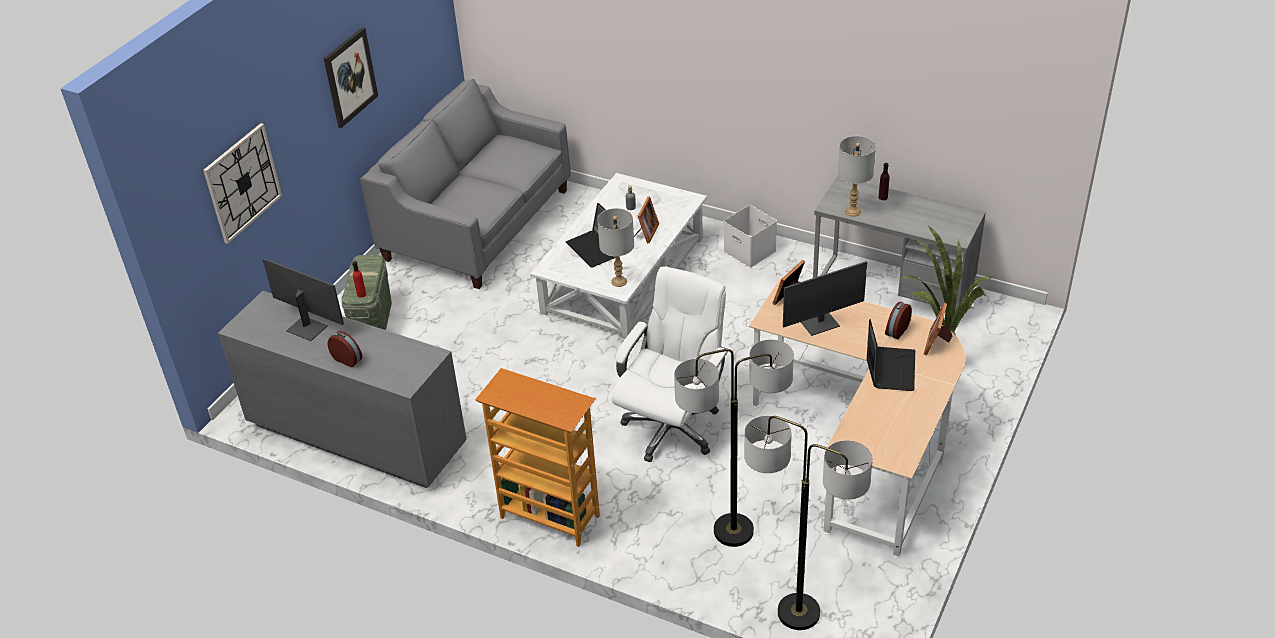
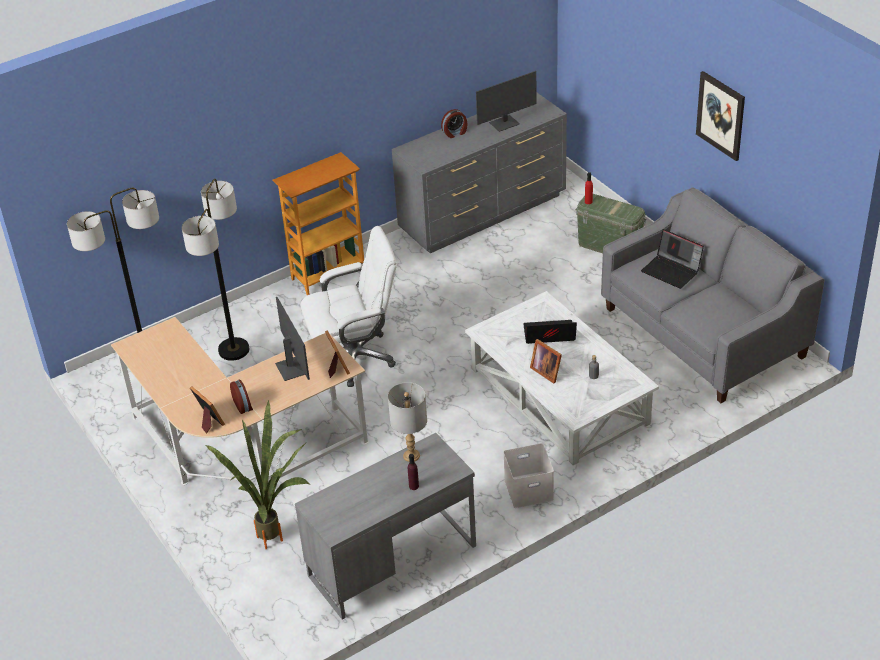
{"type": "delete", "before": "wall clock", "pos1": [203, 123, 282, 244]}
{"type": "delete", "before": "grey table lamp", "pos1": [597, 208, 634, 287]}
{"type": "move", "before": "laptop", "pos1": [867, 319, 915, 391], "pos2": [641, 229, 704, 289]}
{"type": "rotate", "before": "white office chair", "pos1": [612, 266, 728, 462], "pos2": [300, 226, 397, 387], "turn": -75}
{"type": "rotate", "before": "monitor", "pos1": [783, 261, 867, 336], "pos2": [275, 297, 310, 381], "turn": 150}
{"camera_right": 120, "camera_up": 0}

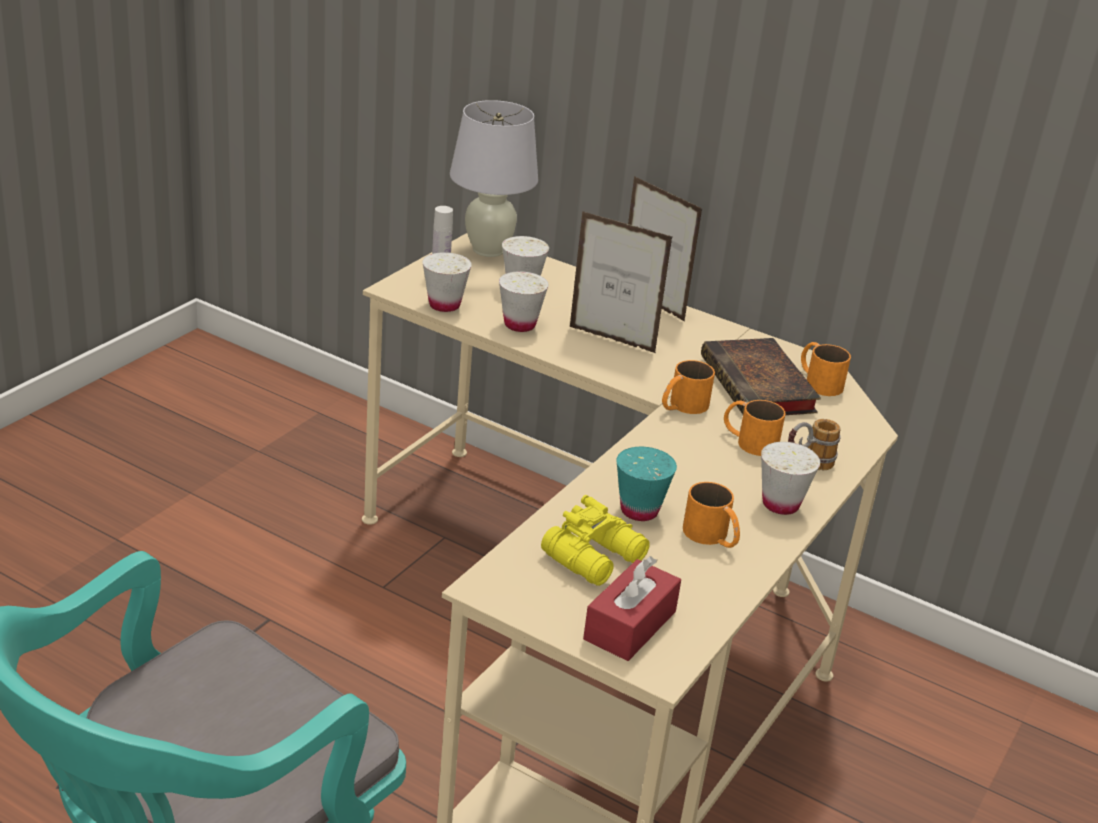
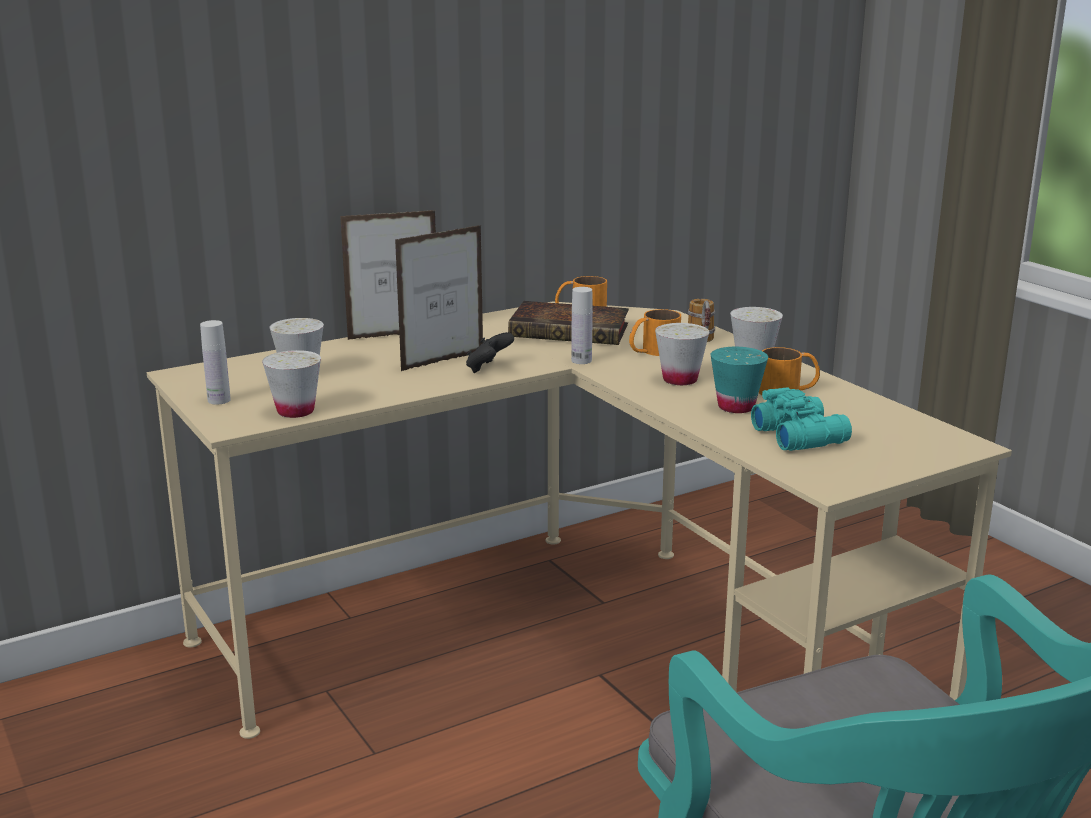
{"type": "delete", "before": "white table lamp", "pos1": [450, 100, 538, 257]}
{"type": "delete", "before": "red tissue box", "pos1": [583, 556, 681, 661]}
{"type": "insert", "after": "black game controller", "pos2": [466, 332, 514, 373]}
{"type": "move", "before": "white cup", "pos1": [499, 271, 549, 332], "pos2": [655, 323, 709, 385]}
{"type": "replace", "before": "orange mug", "after": "white bottle", "pos1": [662, 360, 715, 414], "pos2": [571, 287, 593, 364]}
{"type": "recolor", "before": "yellow binoculars", "after": "turquoise binoculars", "pos1": [541, 495, 650, 586], "pos2": [751, 387, 852, 451]}
{"camera_right": -60, "camera_up": -10}

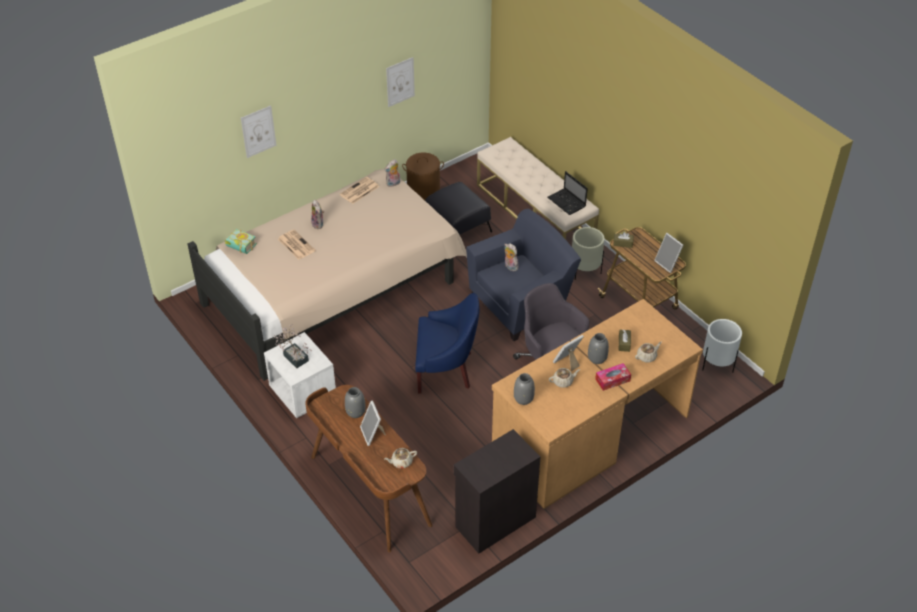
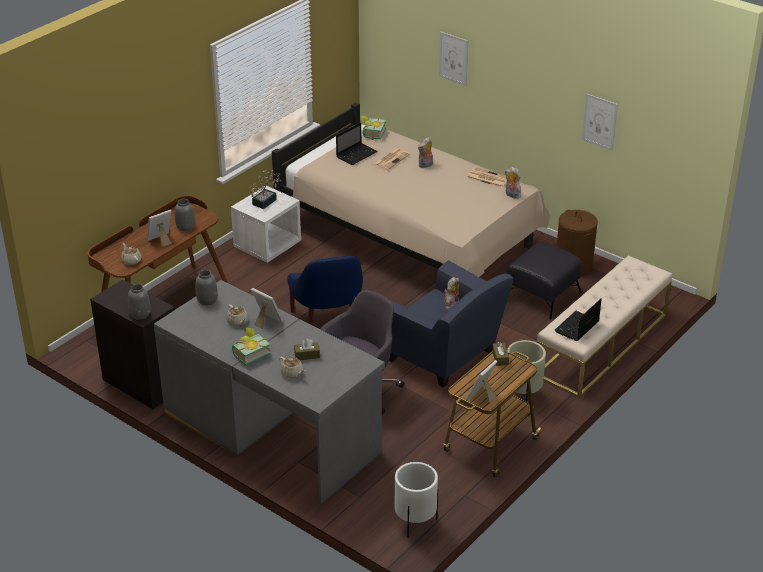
{"type": "insert", "after": "laptop", "pos2": [336, 122, 378, 165]}
{"type": "move", "before": "grey vase", "pos1": [588, 333, 609, 364], "pos2": [128, 284, 151, 320]}
{"type": "replace", "before": "tissue box", "after": "book", "pos1": [595, 363, 631, 391], "pos2": [232, 328, 271, 365]}
{"type": "recolor", "before": "brown desk", "after": "grey desk", "pos1": [492, 299, 703, 509], "pos2": [154, 280, 385, 505]}
{"camera_right": 75, "camera_up": -10}

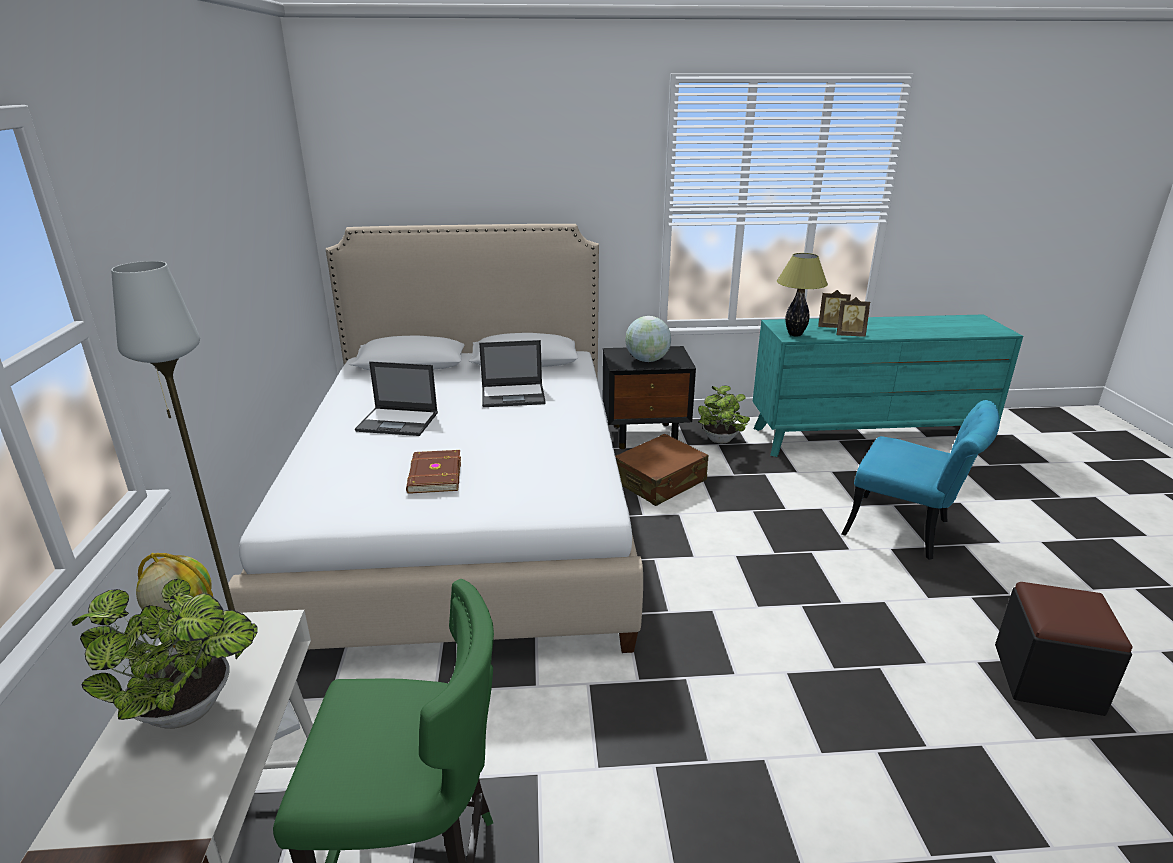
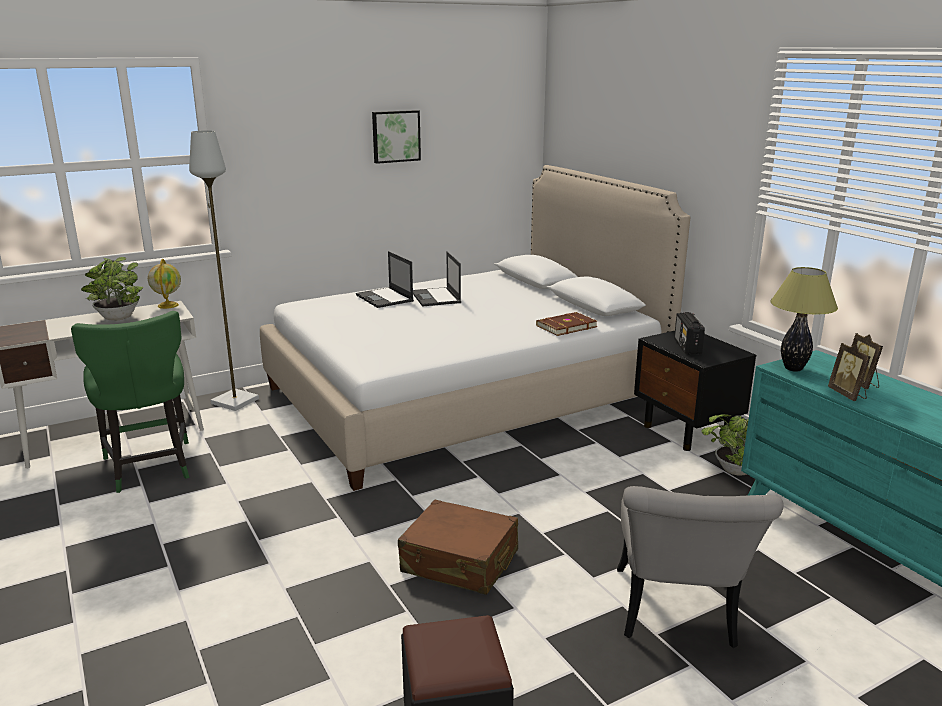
{"type": "insert", "after": "picture", "pos2": [372, 110, 421, 164]}
{"type": "move", "before": "brown book", "pos1": [406, 450, 461, 494], "pos2": [536, 312, 597, 336]}
{"type": "move", "before": "laptop", "pos1": [479, 340, 546, 407], "pos2": [356, 251, 414, 308]}
{"type": "move", "before": "brown suitcase", "pos1": [615, 434, 708, 506], "pos2": [398, 500, 518, 595]}
{"type": "replace", "before": "globe", "after": "radio", "pos1": [625, 316, 671, 362], "pos2": [674, 312, 705, 354]}
{"type": "recolor", "before": "turquoise chair", "after": "grey chair", "pos1": [841, 400, 1000, 560], "pos2": [617, 486, 784, 648]}
{"camera_right": 65, "camera_up": -5}

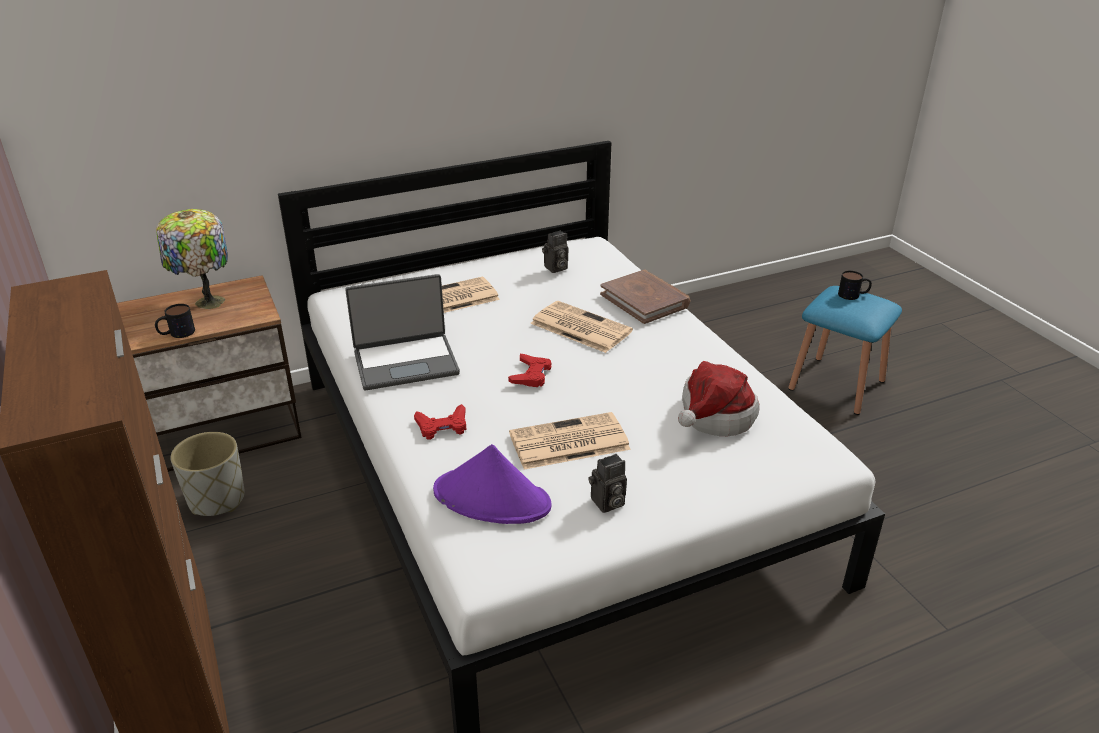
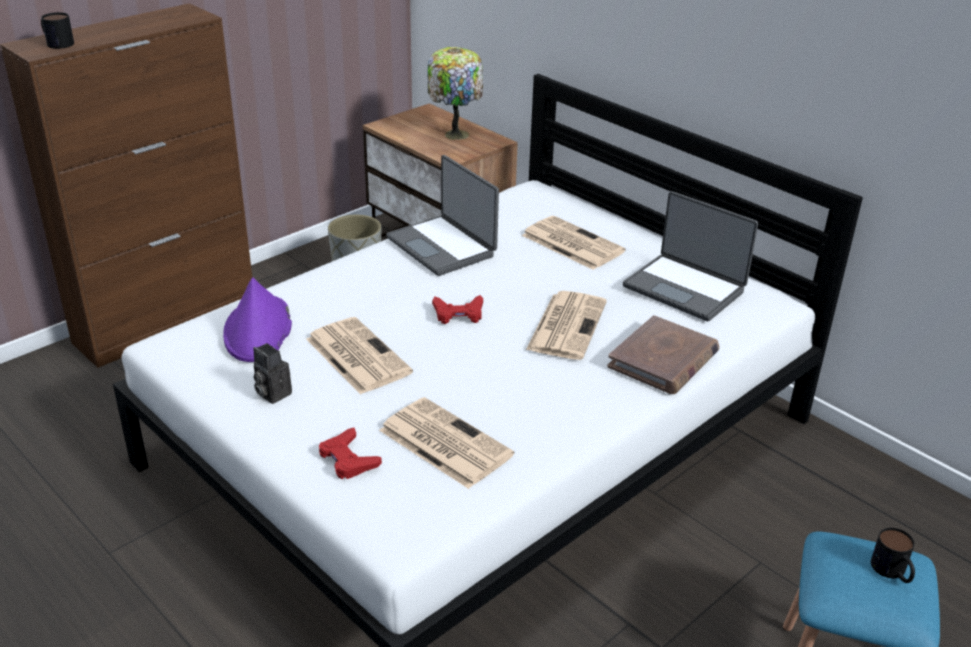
{"type": "move", "before": "mug", "pos1": [155, 304, 195, 338], "pos2": [41, 12, 74, 49]}
{"type": "move", "before": "red game controller", "pos1": [414, 404, 466, 440], "pos2": [319, 428, 382, 479]}
{"type": "replace", "before": "photo camera", "after": "laptop", "pos1": [542, 231, 568, 273], "pos2": [623, 191, 758, 321]}
{"type": "replace", "before": "hat", "after": "newspaper", "pos1": [678, 361, 760, 436], "pos2": [379, 397, 514, 489]}
{"camera_right": 70, "camera_up": 0}

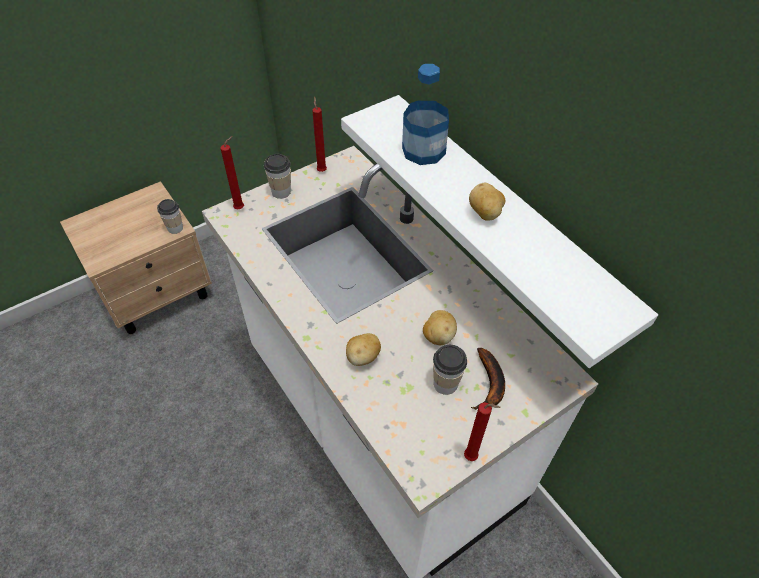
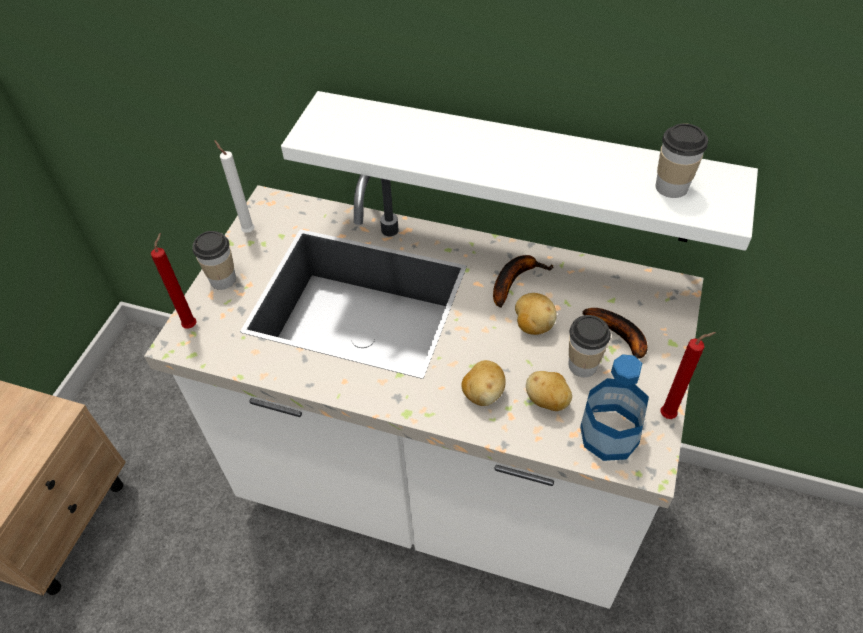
{"type": "insert", "after": "banana", "pos2": [493, 255, 554, 308]}
{"type": "move", "before": "cup", "pos1": [157, 199, 183, 234], "pos2": [655, 123, 708, 198]}
{"type": "move", "before": "bottle", "pos1": [402, 64, 449, 165], "pos2": [580, 354, 649, 461]}
{"type": "move", "before": "potato", "pos1": [469, 183, 505, 221], "pos2": [526, 371, 572, 411]}
{"type": "recolor", "before": "red candle", "after": "white candle", "pos1": [312, 97, 327, 172], "pos2": [214, 140, 255, 233]}
{"camera_right": -35, "camera_up": 0}

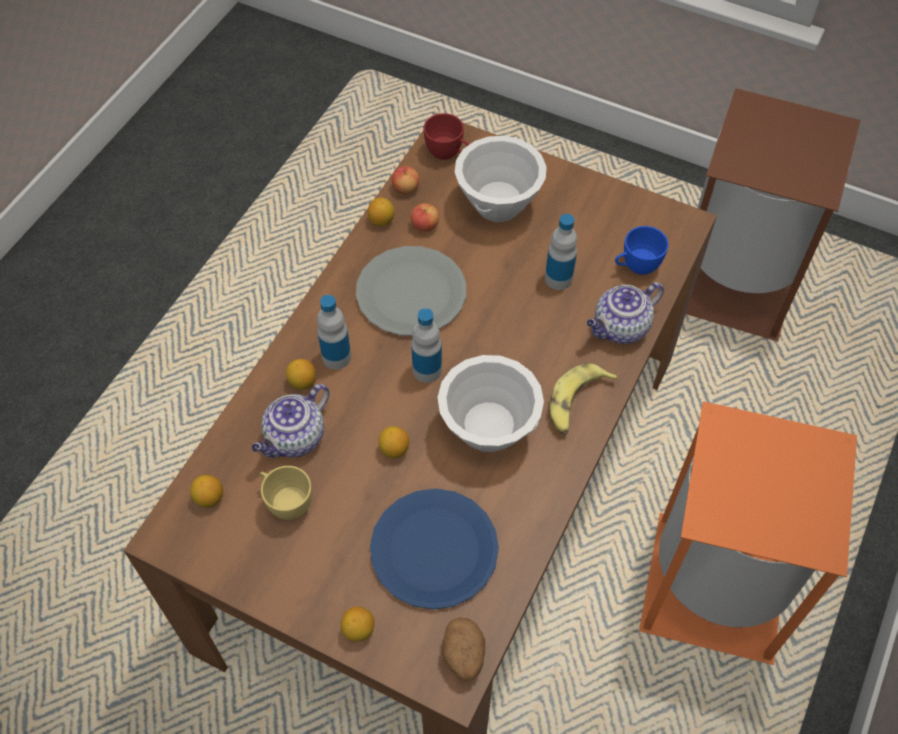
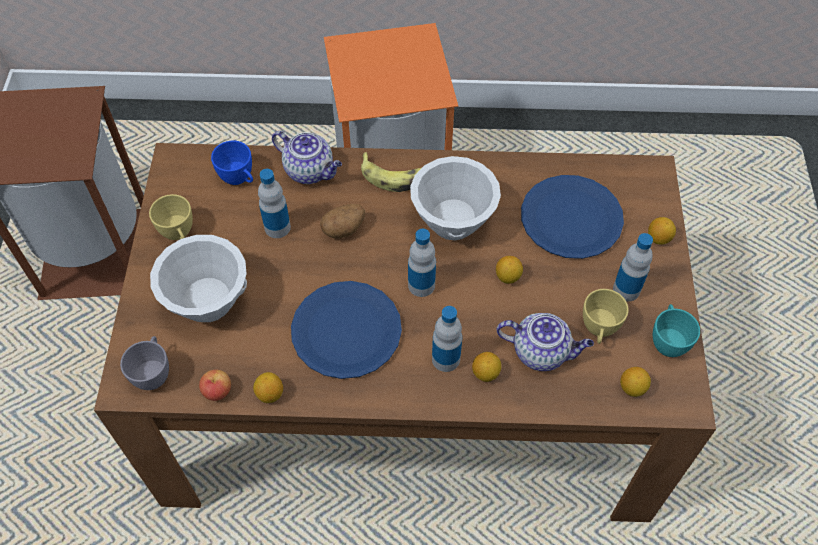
{"type": "delete", "before": "apple", "pos1": [410, 203, 439, 232]}
{"type": "insert", "after": "yellow cup", "pos2": [149, 194, 193, 240]}
{"type": "insert", "after": "bottle", "pos2": [613, 233, 653, 301]}
{"type": "insert", "after": "turquoise cup", "pos2": [653, 304, 700, 357]}
{"type": "move", "before": "potato", "pos1": [442, 617, 485, 681], "pos2": [320, 204, 365, 239]}
{"type": "recolor", "before": "grey plate", "after": "blue plate", "pos1": [356, 246, 466, 336], "pos2": [291, 281, 402, 379]}
{"type": "recolor", "before": "red cup", "after": "grey cup", "pos1": [423, 113, 469, 160], "pos2": [120, 336, 169, 390]}
{"camera_right": -115, "camera_up": 0}

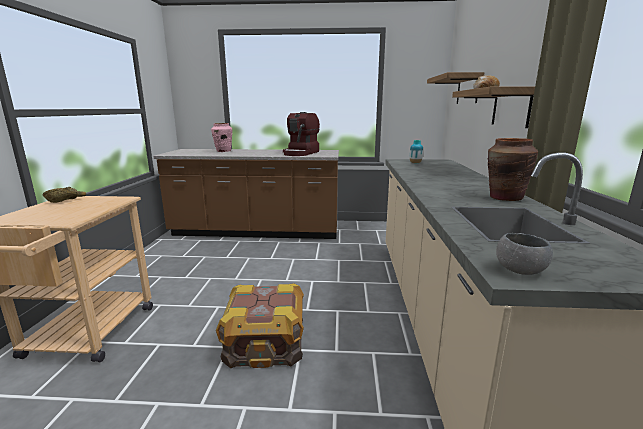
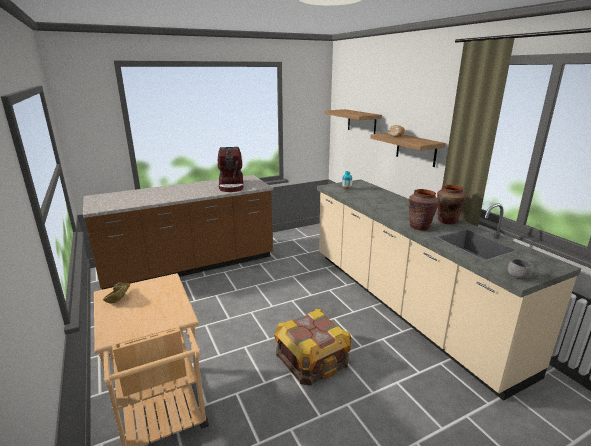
{"type": "delete", "before": "pink vase", "pos1": [211, 123, 233, 152]}
{"type": "insert", "after": "brown vase", "pos2": [409, 189, 439, 231]}
{"camera_right": -30, "camera_up": 5}

